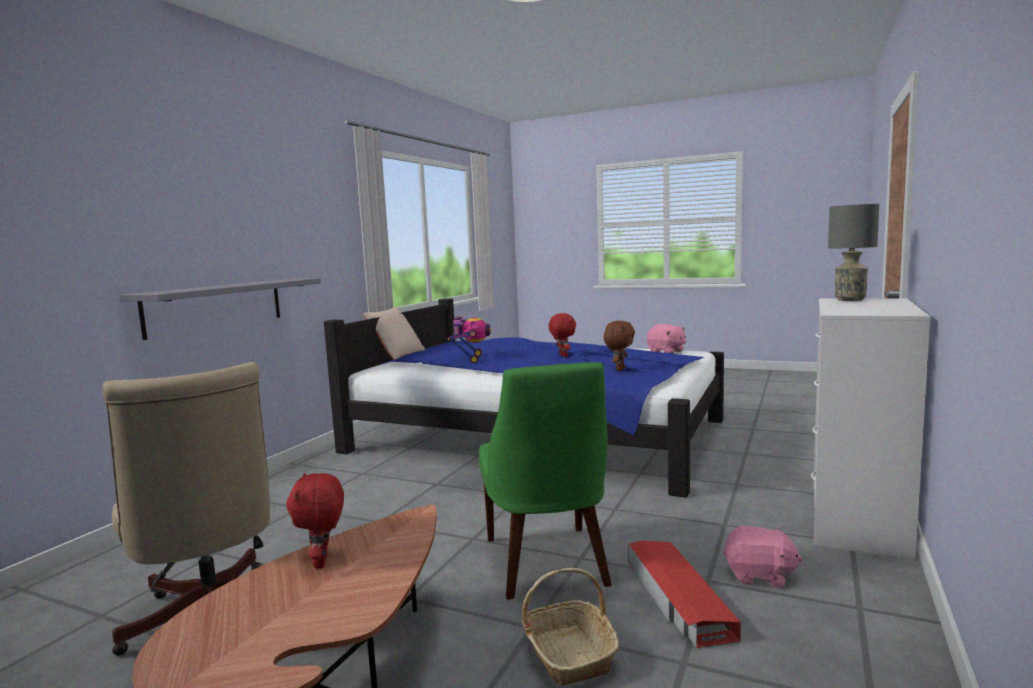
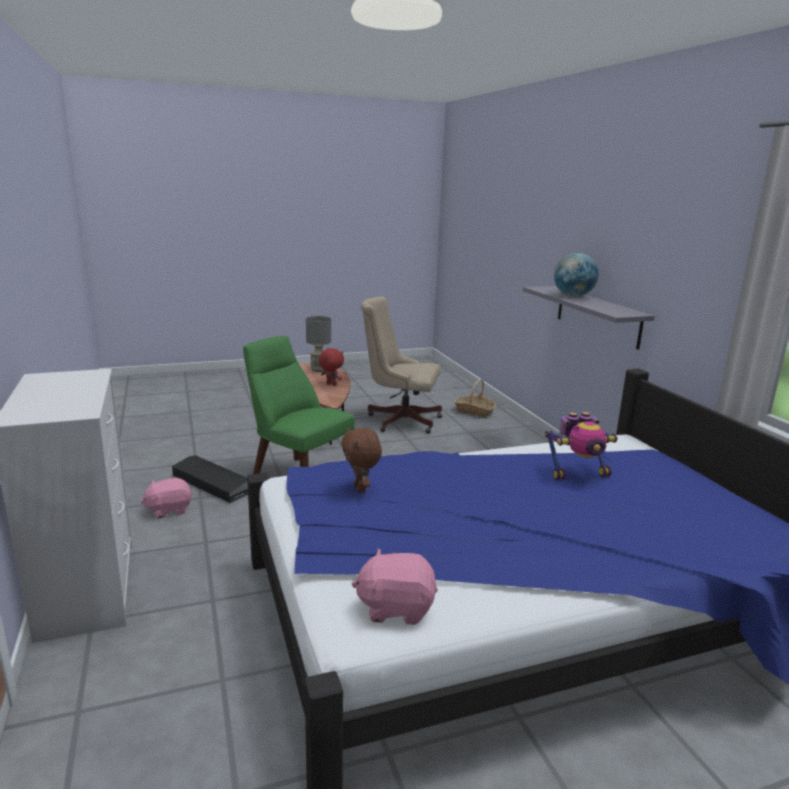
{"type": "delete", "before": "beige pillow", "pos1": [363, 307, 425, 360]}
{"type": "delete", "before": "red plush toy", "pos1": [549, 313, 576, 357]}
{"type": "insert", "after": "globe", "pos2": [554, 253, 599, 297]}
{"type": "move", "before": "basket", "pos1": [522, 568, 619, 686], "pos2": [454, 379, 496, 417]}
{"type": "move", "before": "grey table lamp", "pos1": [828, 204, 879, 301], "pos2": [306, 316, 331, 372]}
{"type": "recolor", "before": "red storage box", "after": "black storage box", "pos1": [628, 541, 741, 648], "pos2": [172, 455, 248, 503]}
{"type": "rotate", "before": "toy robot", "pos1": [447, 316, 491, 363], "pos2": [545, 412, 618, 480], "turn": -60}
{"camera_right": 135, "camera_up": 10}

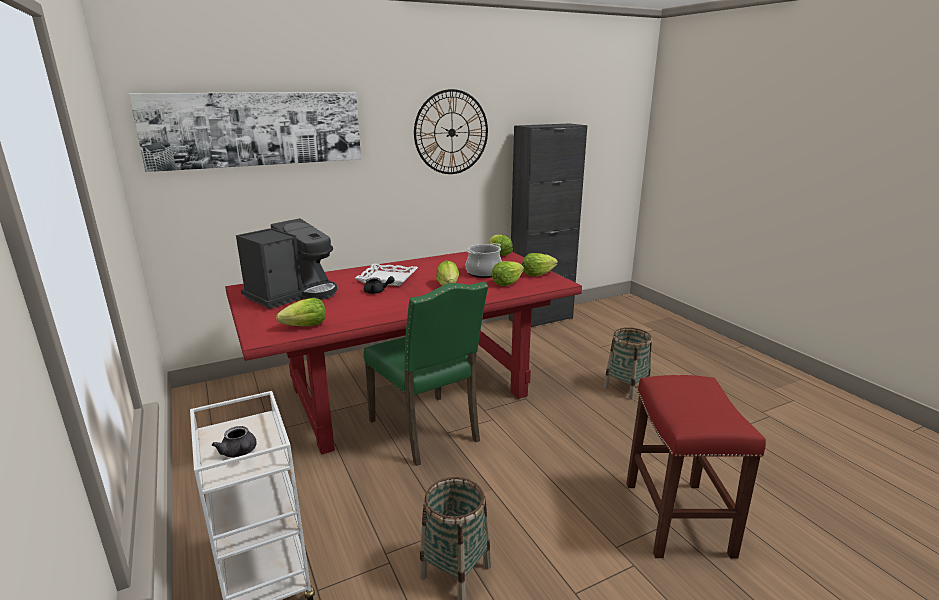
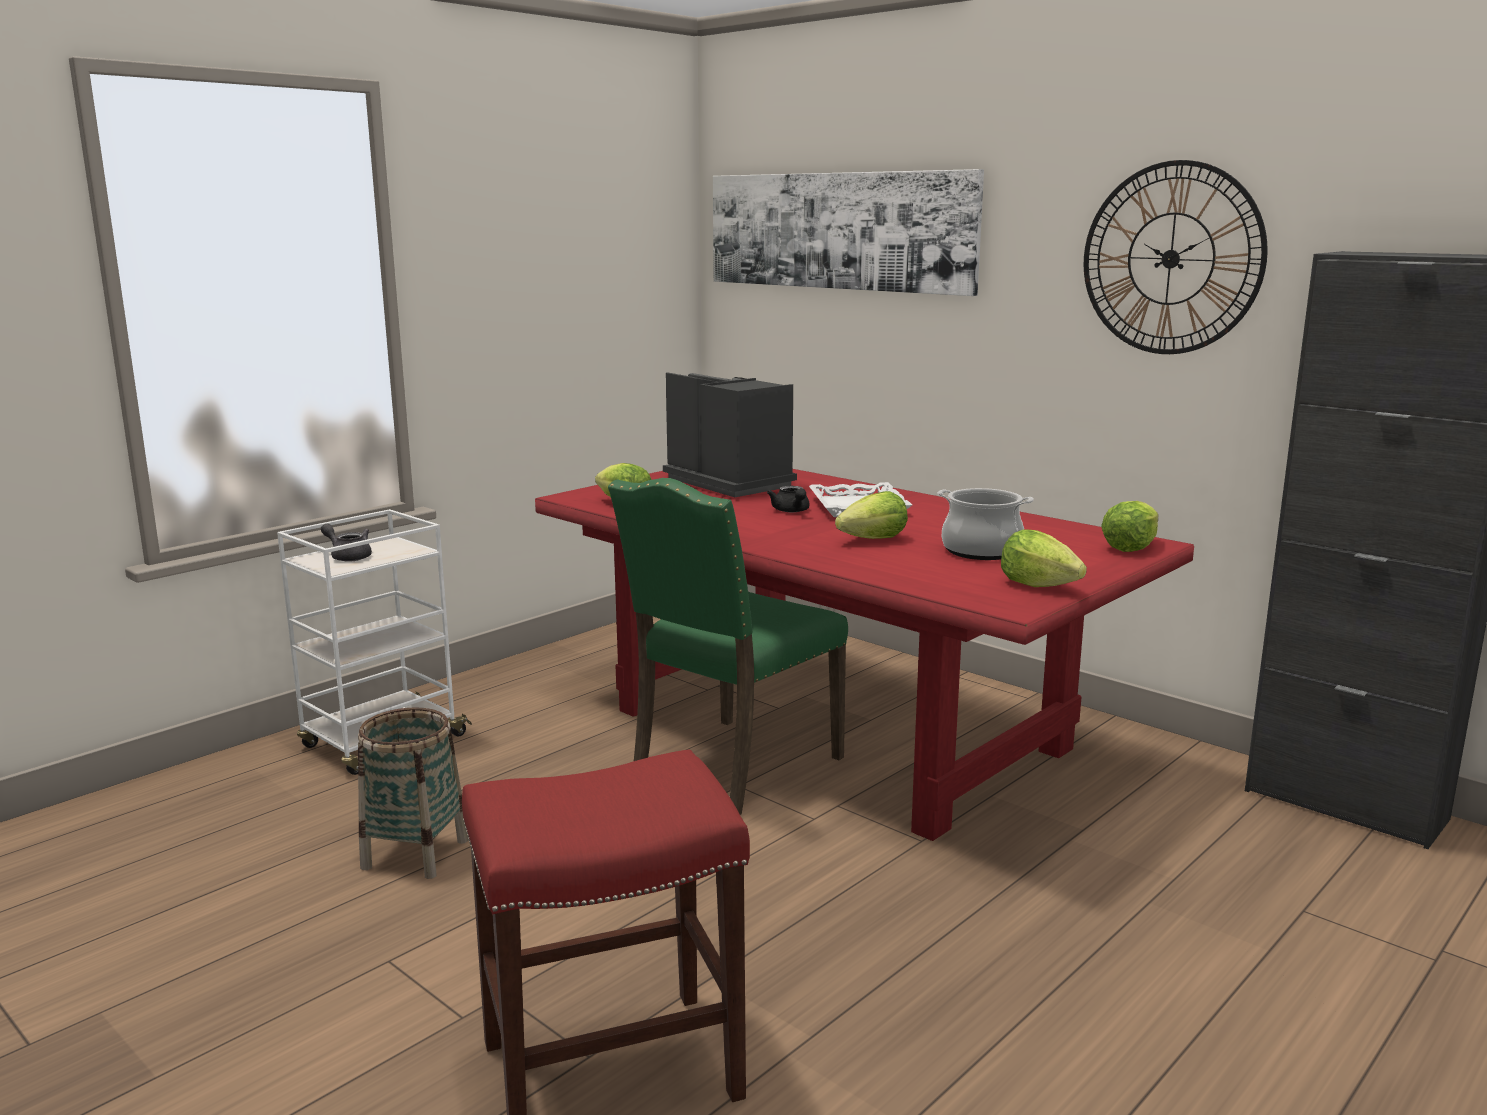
{"type": "delete", "before": "lettuce", "pos1": [491, 261, 524, 286]}
{"type": "delete", "before": "basket", "pos1": [604, 327, 652, 400]}
{"type": "rotate", "before": "grey teapot", "pos1": [212, 426, 257, 458], "pos2": [321, 524, 372, 562], "turn": 90}
{"type": "rotate", "before": "coffee machine", "pos1": [236, 218, 337, 309], "pos2": [663, 372, 797, 497], "turn": -150}
{"camera_right": 70, "camera_up": -5}

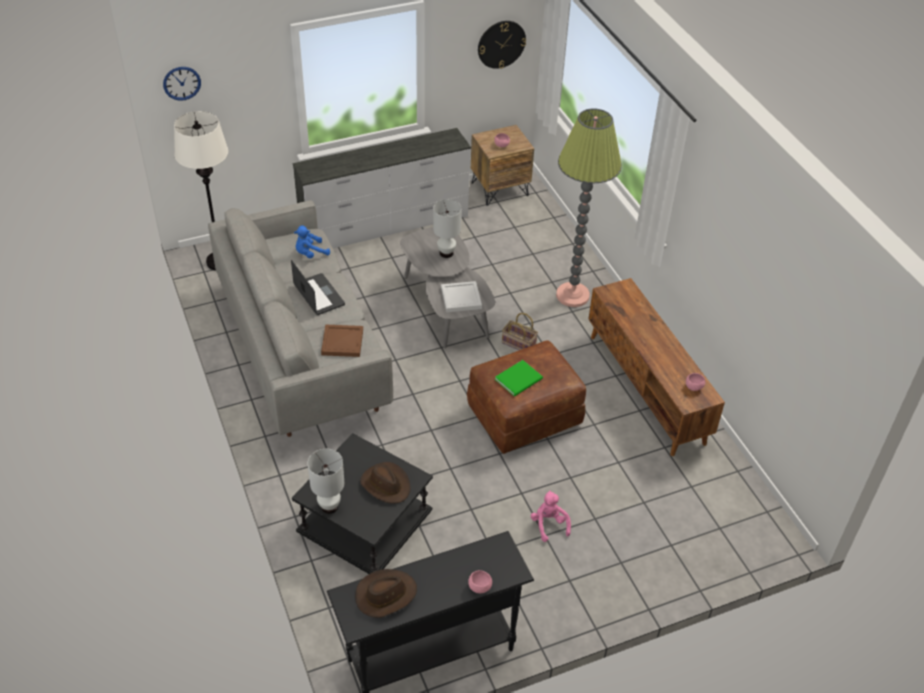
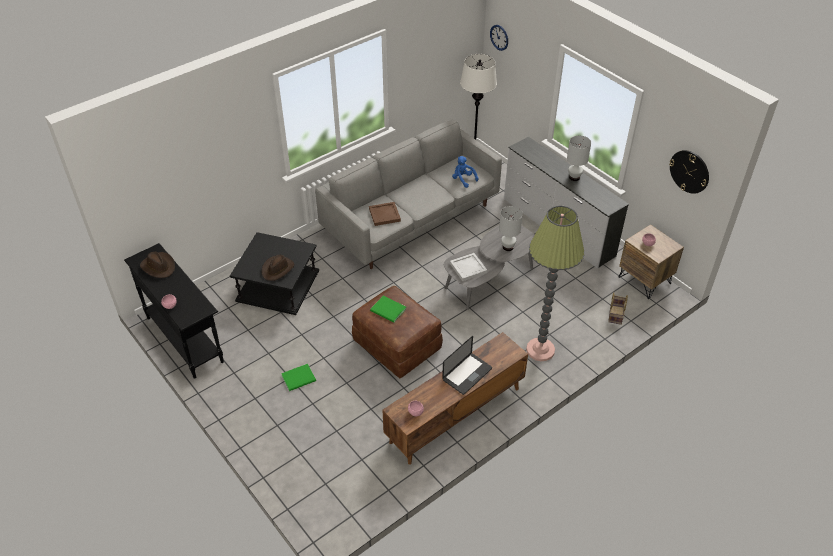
{"type": "move", "before": "laptop", "pos1": [291, 260, 345, 315], "pos2": [442, 336, 492, 395]}
{"type": "move", "before": "white table lamp", "pos1": [307, 449, 344, 514], "pos2": [567, 135, 591, 181]}
{"type": "move", "before": "basket", "pos1": [502, 313, 538, 350], "pos2": [608, 293, 628, 325]}
{"type": "replace", "before": "pink plush toy", "after": "green book", "pos1": [530, 490, 571, 542], "pos2": [281, 364, 316, 391]}
{"camera_right": 75, "camera_up": 0}

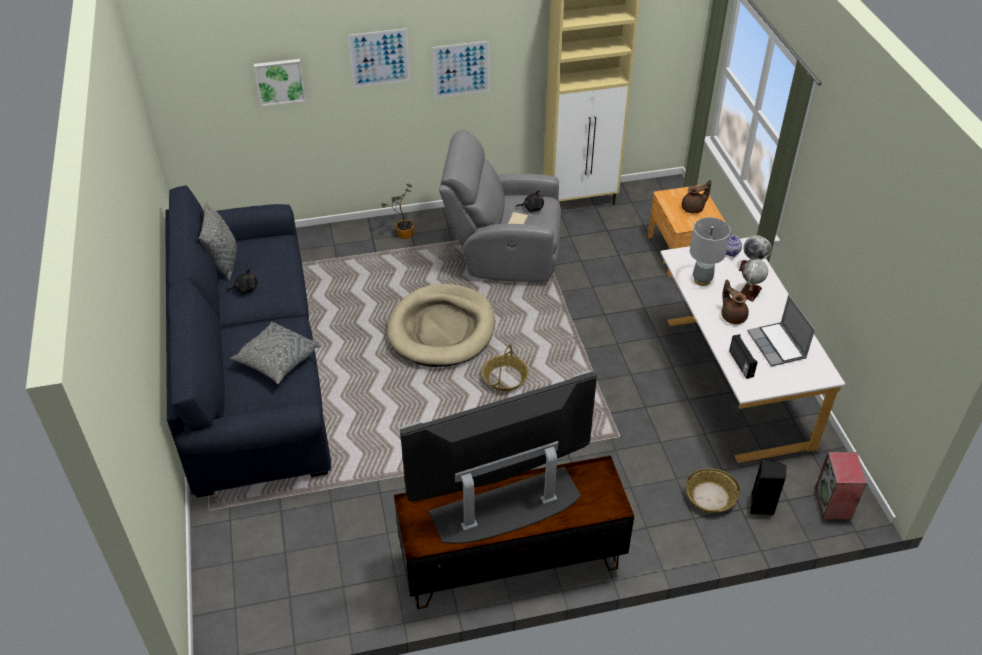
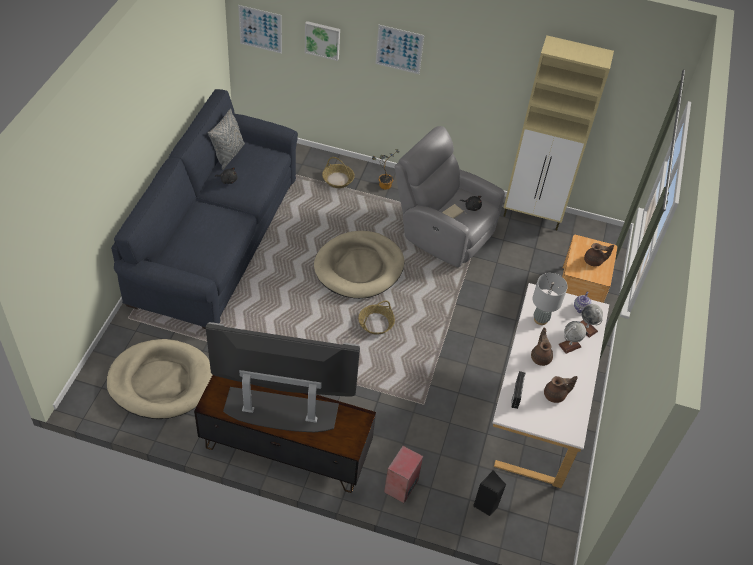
{"type": "delete", "before": "grey pillow", "pos1": [230, 322, 321, 384]}
{"type": "insert", "after": "beige dog bed", "pos2": [106, 339, 213, 419]}
{"type": "move", "before": "picture", "pos1": [433, 41, 490, 98], "pos2": [238, 5, 282, 54]}
{"type": "move", "before": "basket", "pos1": [686, 468, 740, 513], "pos2": [322, 157, 355, 188]}
{"type": "move", "before": "speaker", "pos1": [815, 452, 867, 520], "pos2": [384, 446, 423, 503]}
{"type": "replace", "before": "laptop", "after": "brown teapot", "pos1": [747, 295, 815, 366], "pos2": [544, 376, 578, 403]}
{"camera_right": 25, "camera_up": 5}

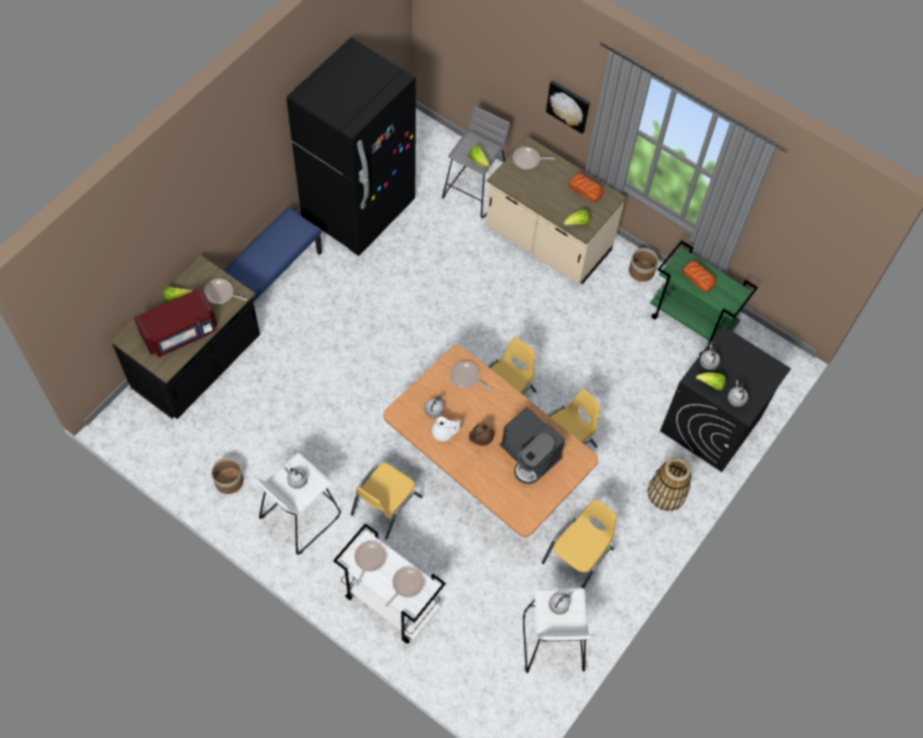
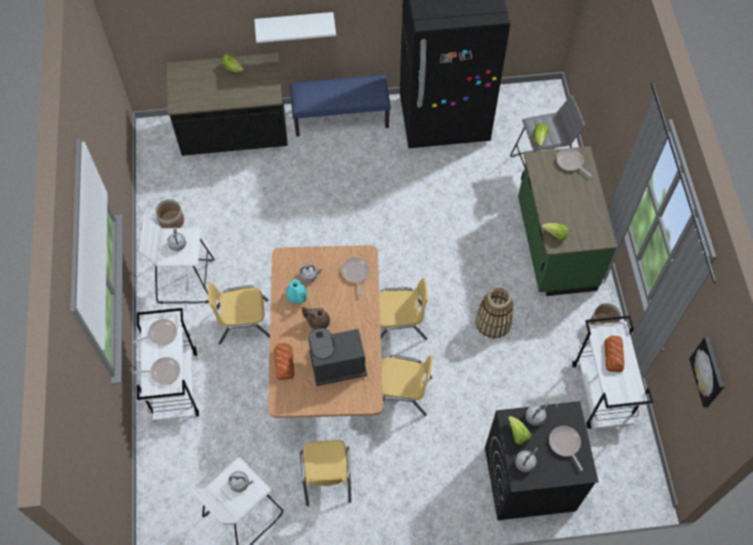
{"type": "delete", "before": "red microwave", "pos1": [134, 288, 217, 357]}
{"type": "insert", "after": "white shelf", "pos2": [254, 12, 336, 43]}
{"type": "move", "before": "frying pan", "pos1": [204, 279, 247, 304], "pos2": [549, 426, 583, 471]}
{"type": "move", "before": "picture", "pos1": [546, 80, 590, 134], "pos2": [689, 337, 724, 408]}
{"type": "move", "before": "bread", "pos1": [569, 173, 603, 202], "pos2": [274, 343, 294, 380]}
{"type": "move", "before": "basket", "pos1": [647, 457, 692, 511], "pos2": [476, 287, 513, 339]}
{"type": "recolor", "before": "white teapot", "after": "turquoise teapot", "pos1": [432, 417, 461, 442], "pos2": [286, 279, 307, 304]}
{"type": "recolor", "before": "beige counter", "after": "green counter", "pos1": [486, 137, 626, 284], "pos2": [518, 146, 617, 296]}
{"type": "recolor", "before": "green cart", "after": "white cart", "pos1": [650, 240, 758, 346], "pos2": [572, 315, 653, 429]}
{"type": "rotate", "before": "coffee machine", "pos1": [500, 407, 565, 484], "pos2": [308, 328, 367, 386], "turn": 75}
{"type": "rotate", "before": "yellow chair", "pos1": [542, 499, 617, 588], "pos2": [300, 440, 351, 506], "turn": 90}
{"camera_right": 50, "camera_up": 0}

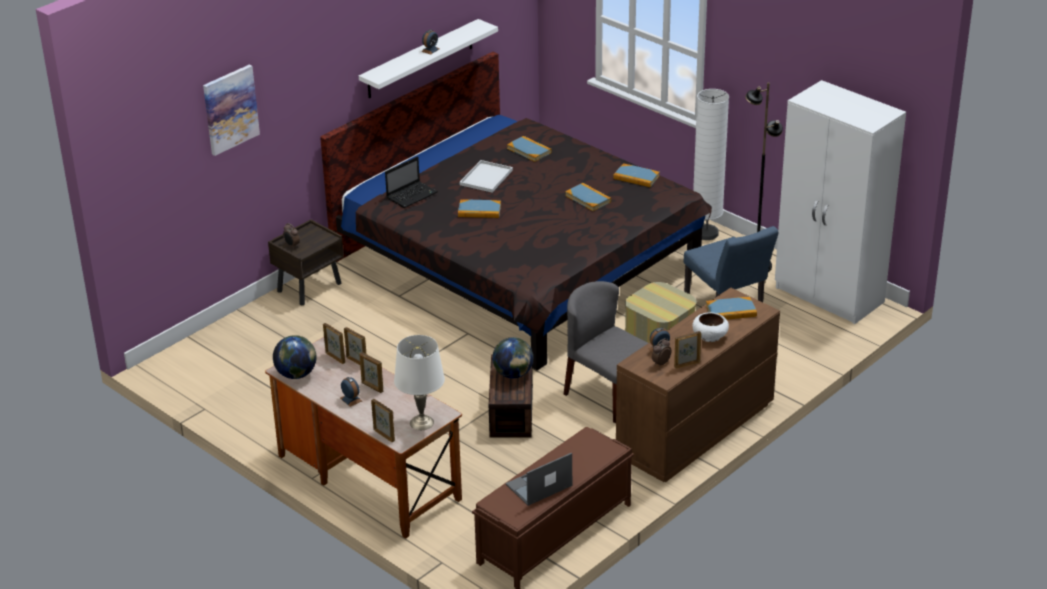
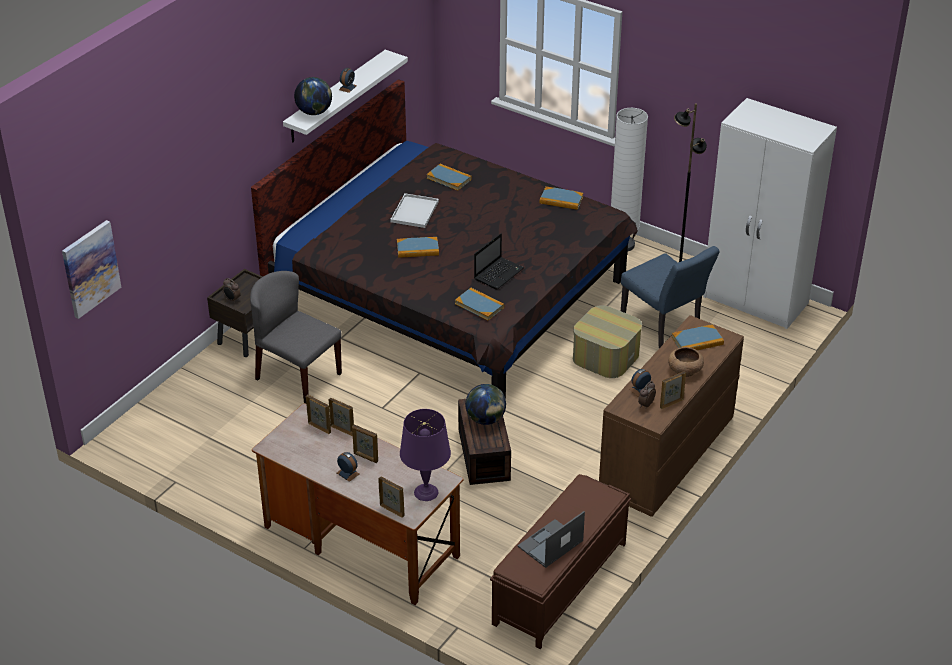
{"type": "move", "before": "picture", "pos1": [203, 65, 260, 156], "pos2": [62, 220, 121, 319]}
{"type": "move", "before": "globe", "pos1": [273, 335, 316, 379], "pos2": [294, 77, 332, 115]}
{"type": "move", "before": "laptop", "pos1": [385, 156, 438, 208], "pos2": [474, 233, 524, 290]}
{"type": "move", "before": "grey chair", "pos1": [564, 281, 648, 423], "pos2": [250, 271, 342, 403]}
{"type": "move", "before": "book", "pos1": [565, 183, 611, 211], "pos2": [455, 288, 504, 321]}
{"type": "recolor", "before": "white table lamp", "after": "purple table lamp", "pos1": [394, 335, 445, 430], "pos2": [400, 409, 451, 501]}
{"type": "recolor", "before": "white bowl", "after": "brown bowl", "pos1": [692, 312, 729, 342], "pos2": [668, 347, 704, 377]}
{"camera_right": -10, "camera_up": 5}

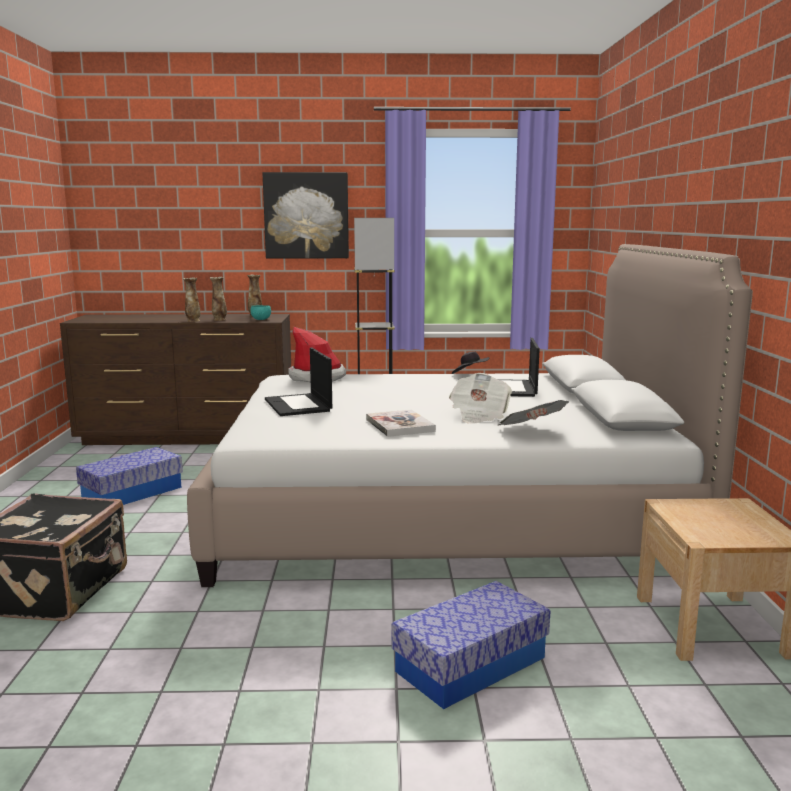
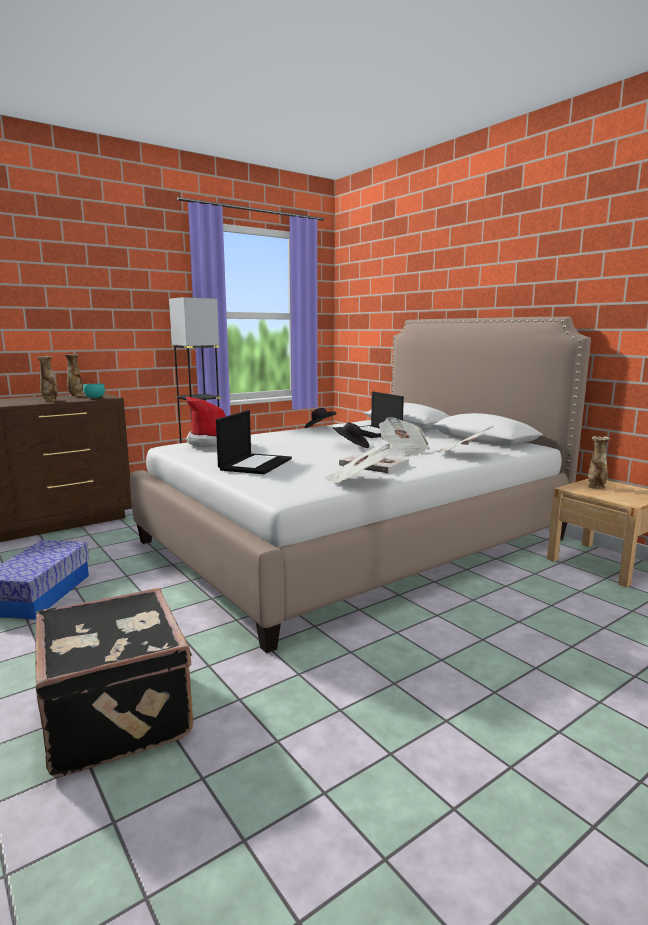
{"type": "delete", "before": "picture", "pos1": [263, 172, 349, 258]}
{"type": "delete", "before": "storage box", "pos1": [392, 581, 550, 709]}
{"type": "insert", "after": "newspaper", "pos2": [325, 443, 393, 483]}
{"type": "insert", "after": "black hat", "pos2": [333, 423, 369, 448]}
{"type": "move", "before": "vase", "pos1": [183, 278, 201, 322], "pos2": [588, 436, 610, 489]}
{"type": "rotate", "before": "laptop", "pos1": [265, 347, 332, 416], "pos2": [216, 410, 292, 474], "turn": -105}
{"camera_right": -35, "camera_up": 0}

